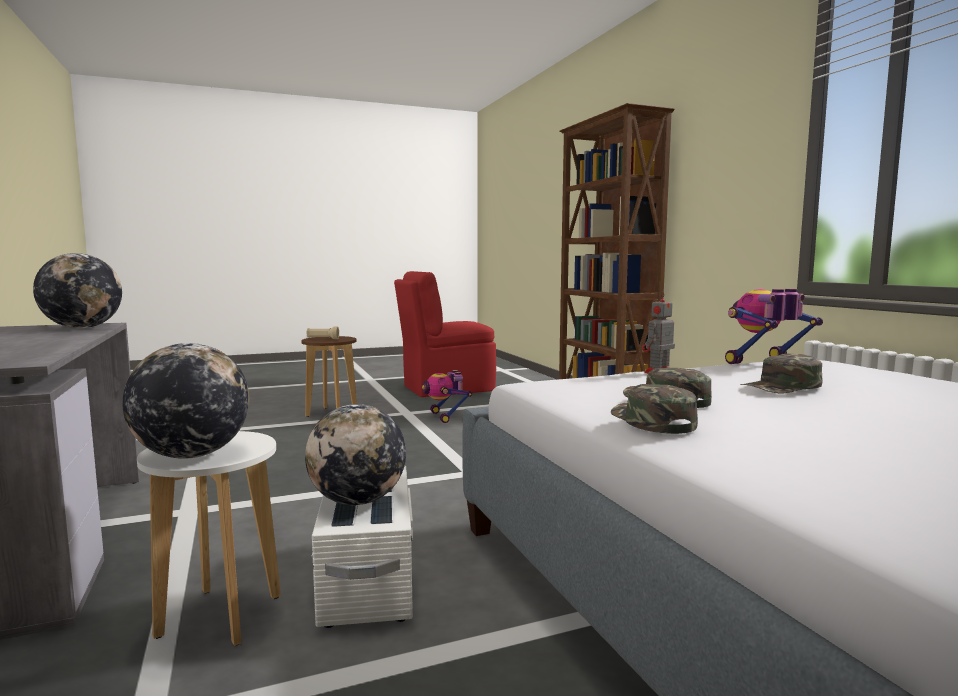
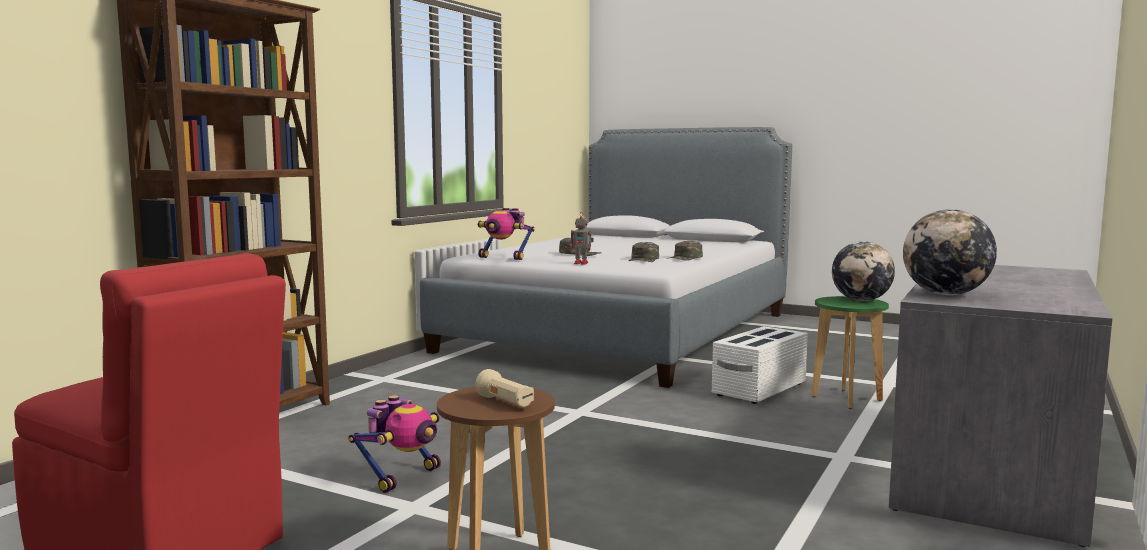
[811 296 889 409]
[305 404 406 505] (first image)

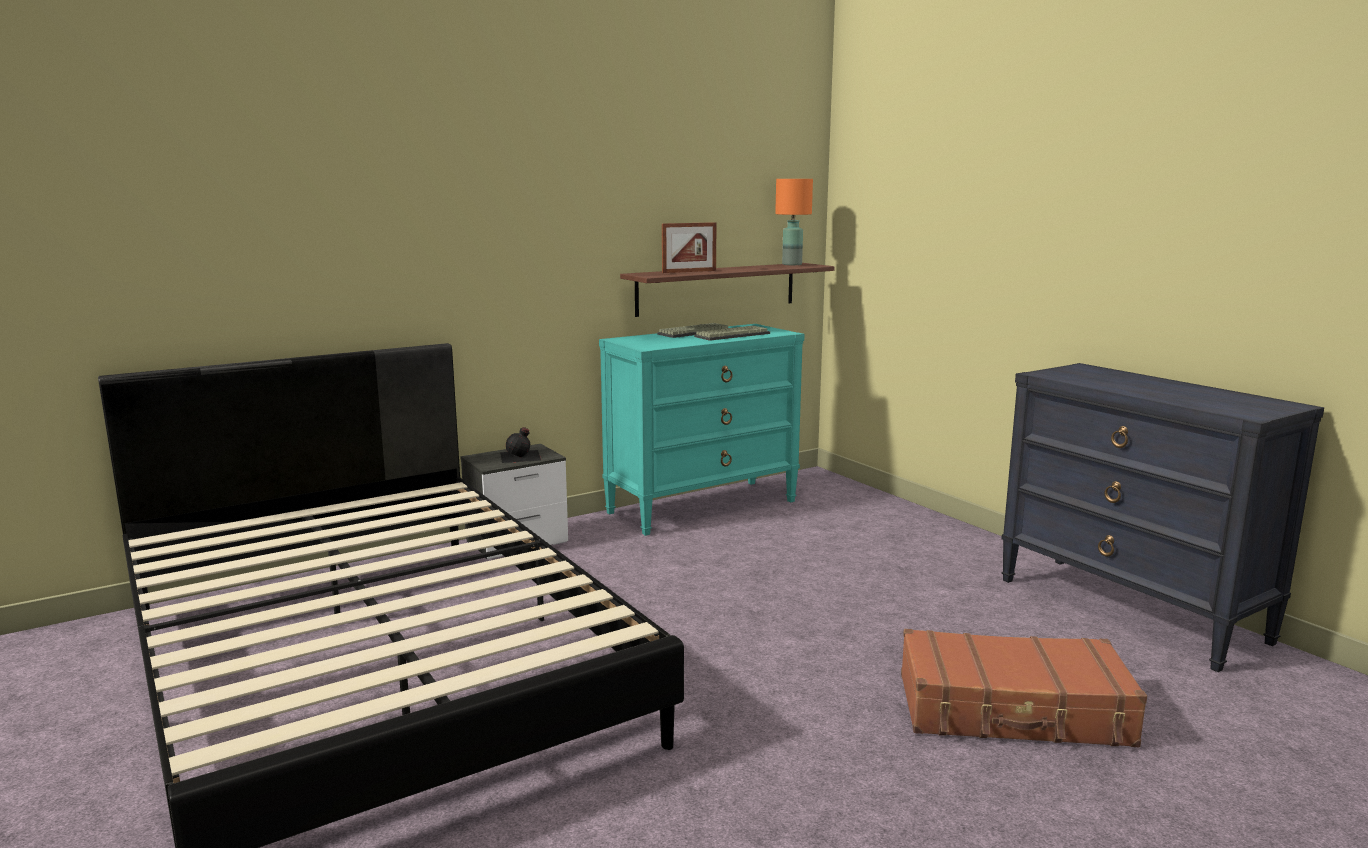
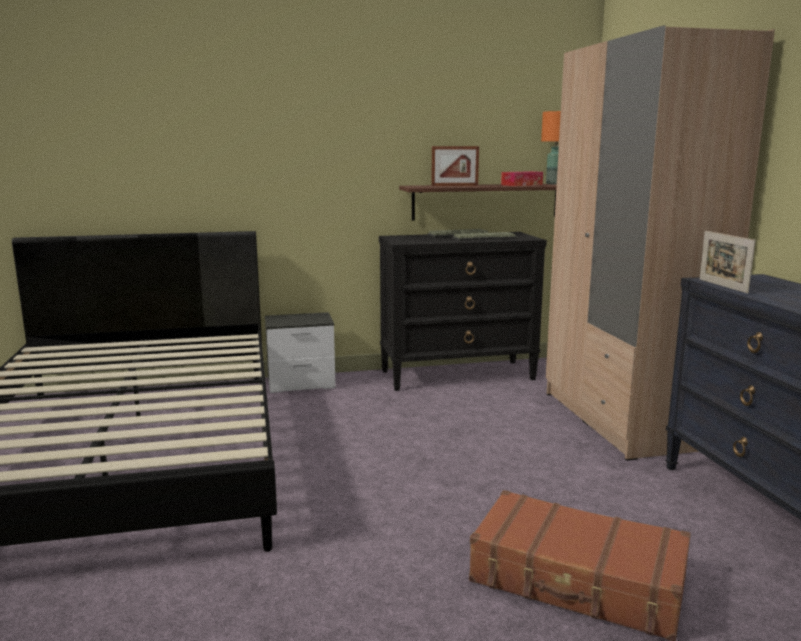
[379 232 547 391]
[501 171 543 186]
[546 25 775 461]
[699 231 756 294]
[500 427 541 463] (first image)

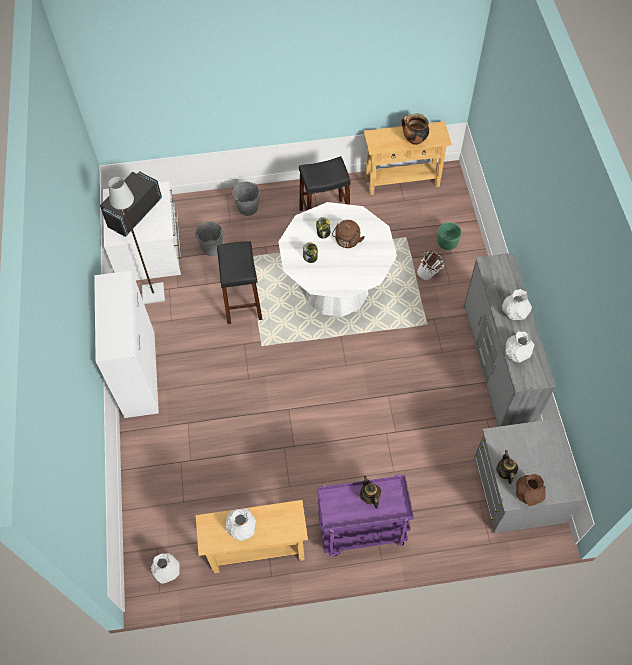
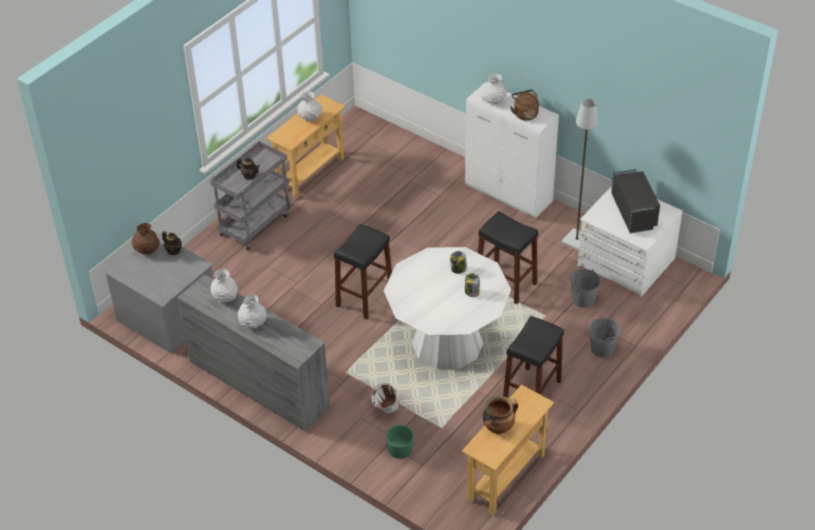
[210 141 292 250]
[334 224 392 320]
[481 73 507 104]
[510 90 539 120]

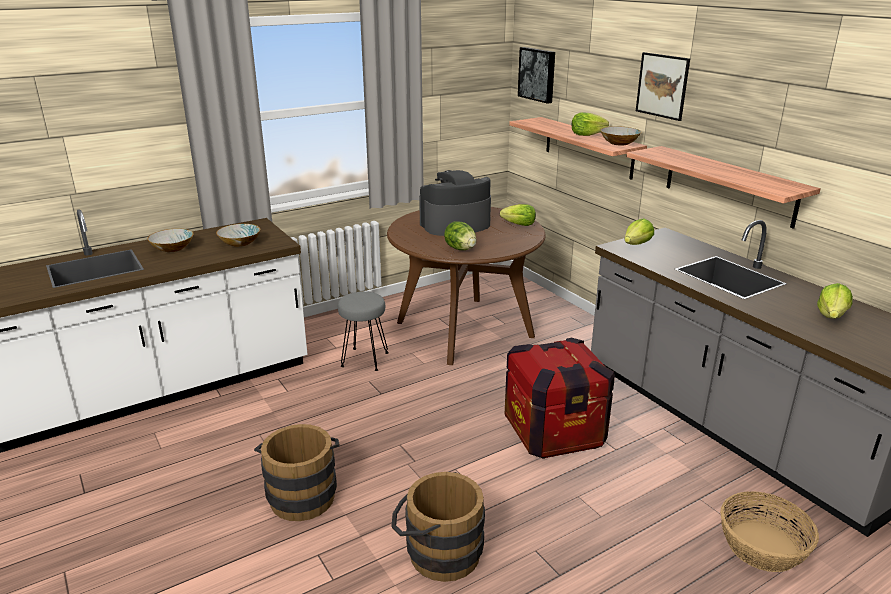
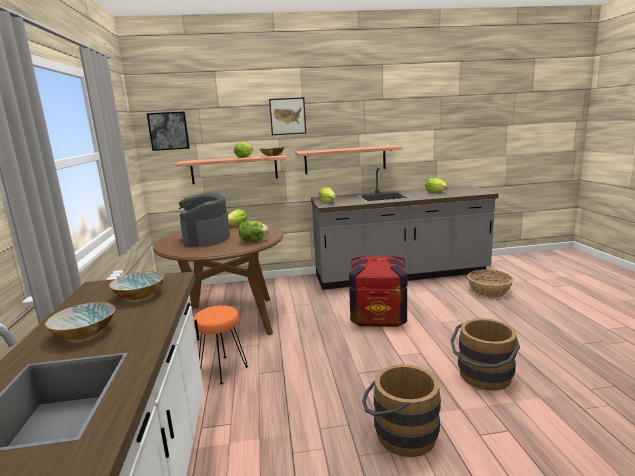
[193 305 248 384]

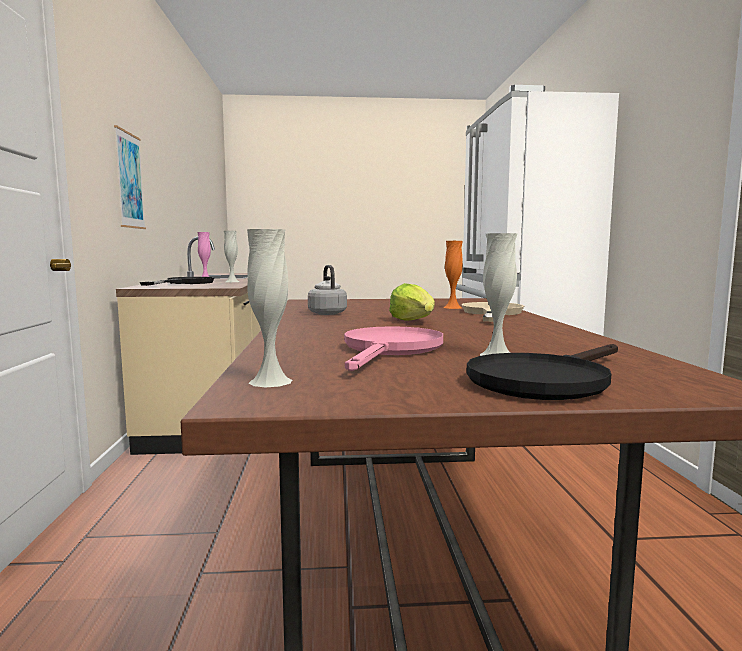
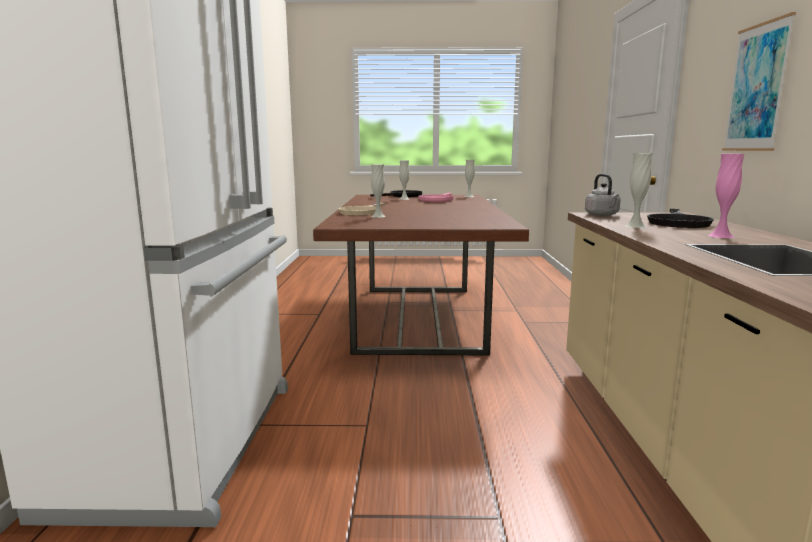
[371 164 385 218]
[585 174 621 216]
[389 283 435 321] (first image)

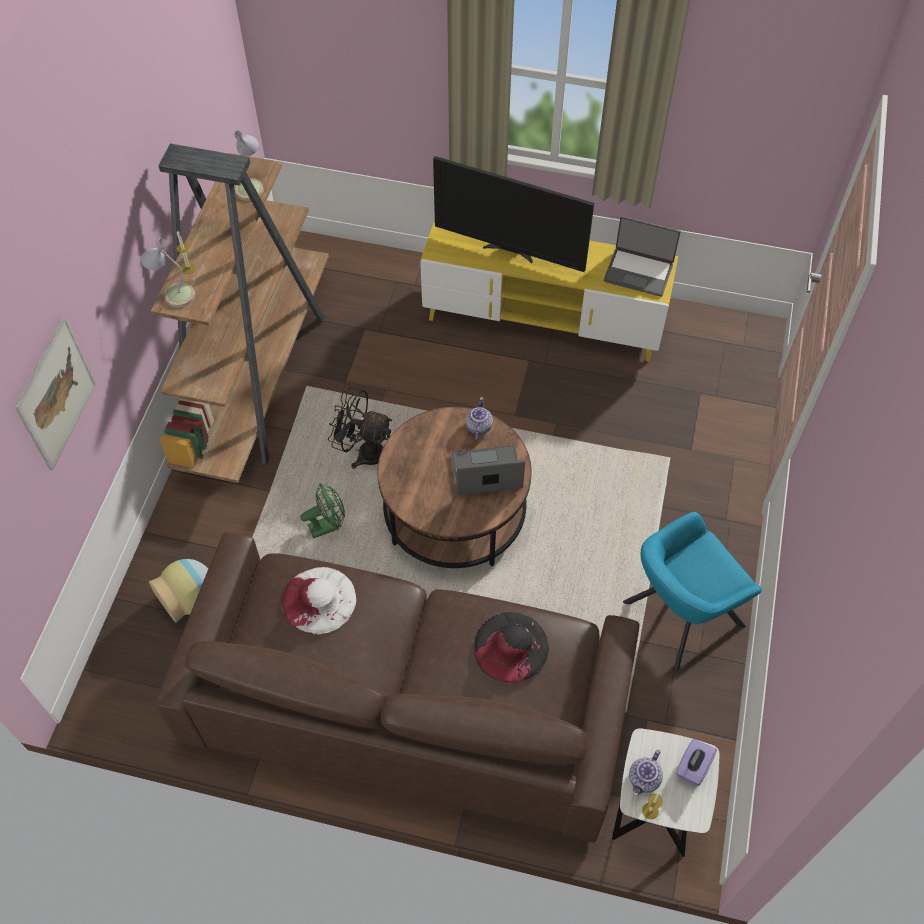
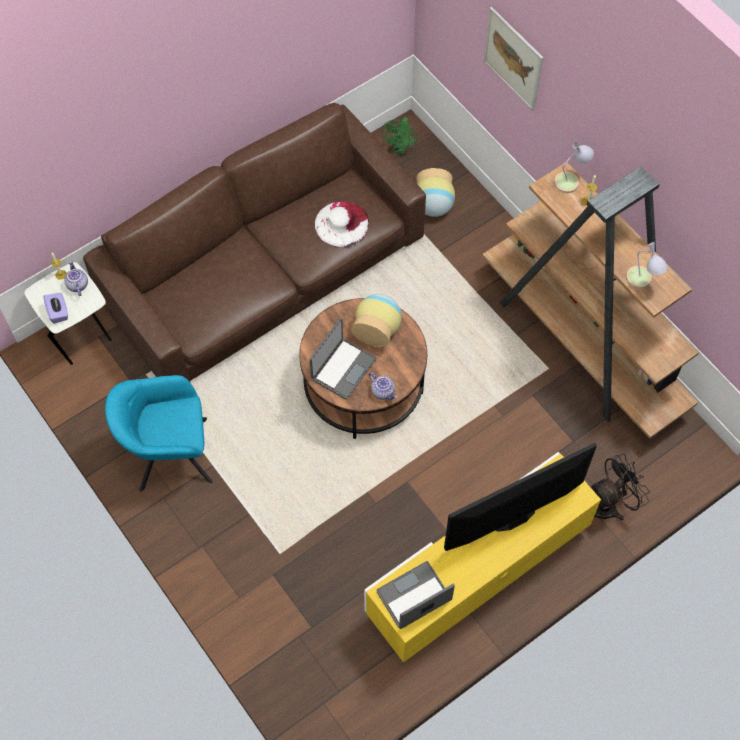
[105 375 213 492]
[351 294 401 347]
[382 117 417 154]
[590 454 650 520]
[474 612 549 683] (first image)

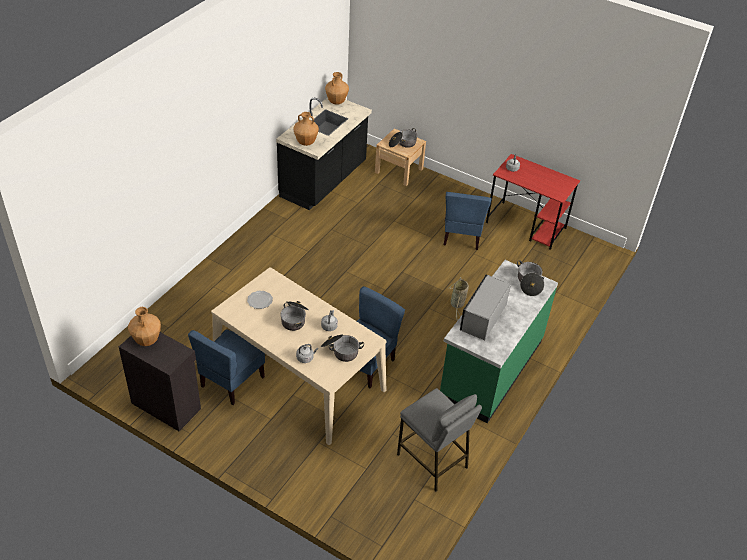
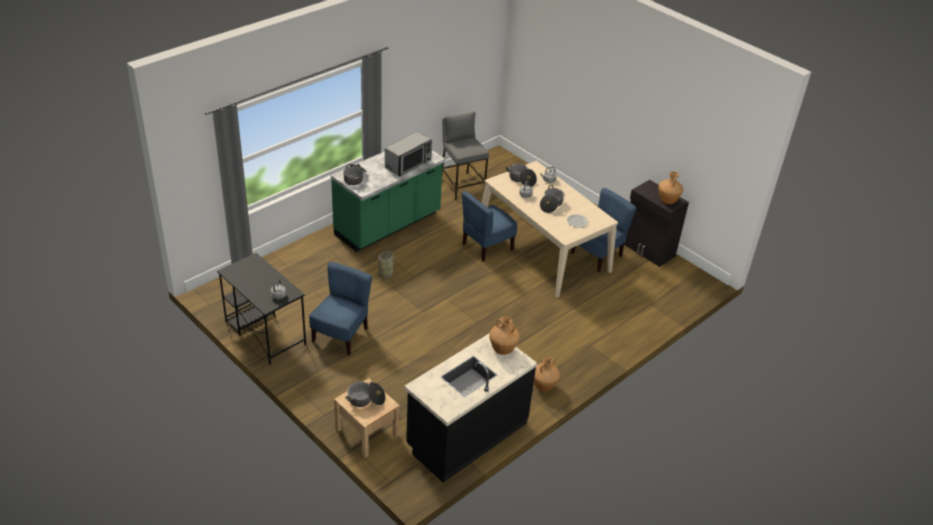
[217 253 306 365]
[534 357 560 392]

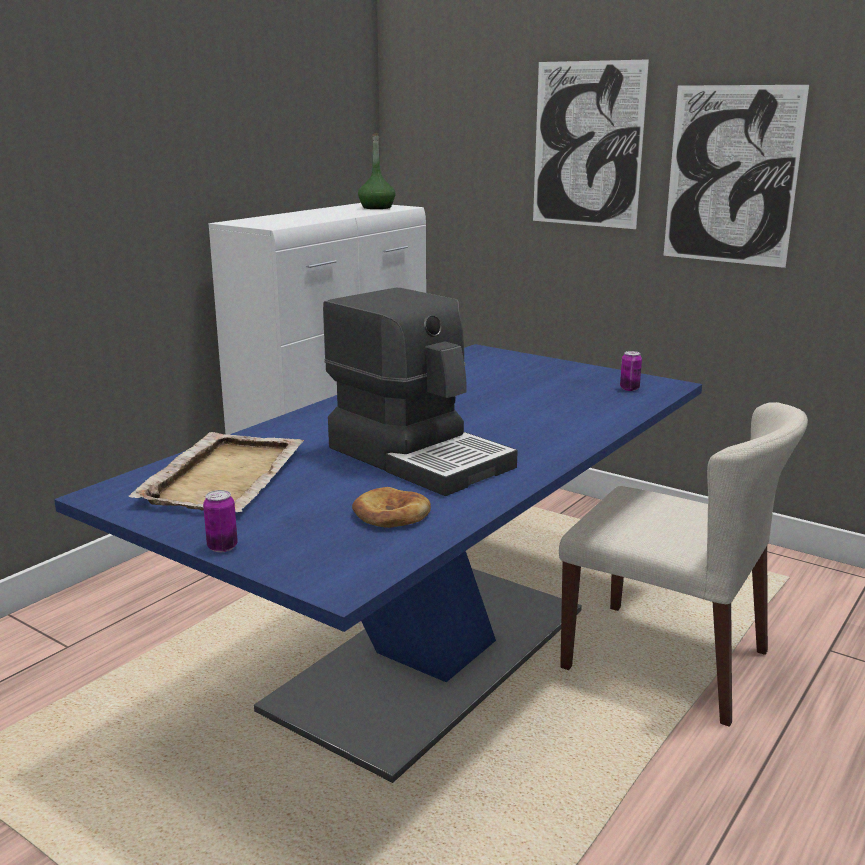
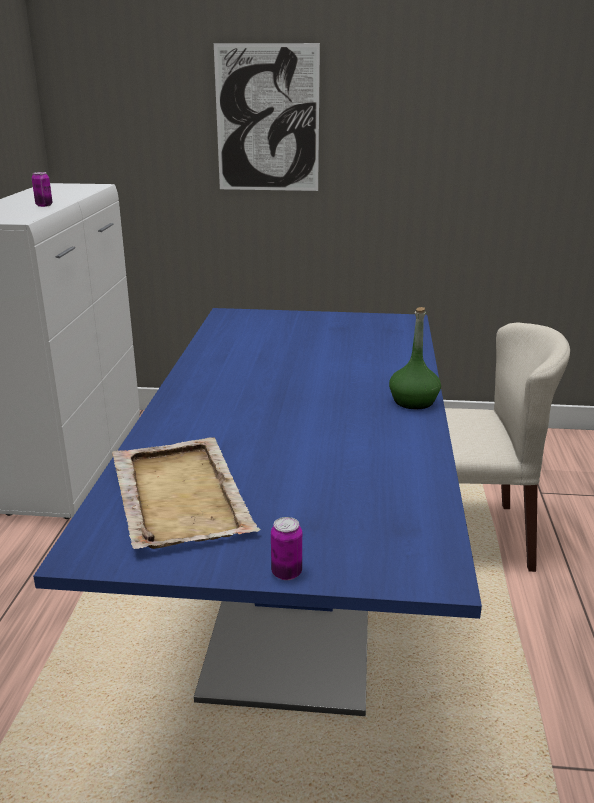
[32 172 53 207]
[389 307 441 409]
[323 287 518 496] (first image)
[352 487 431 528] (first image)
[663 85 809 268] (first image)

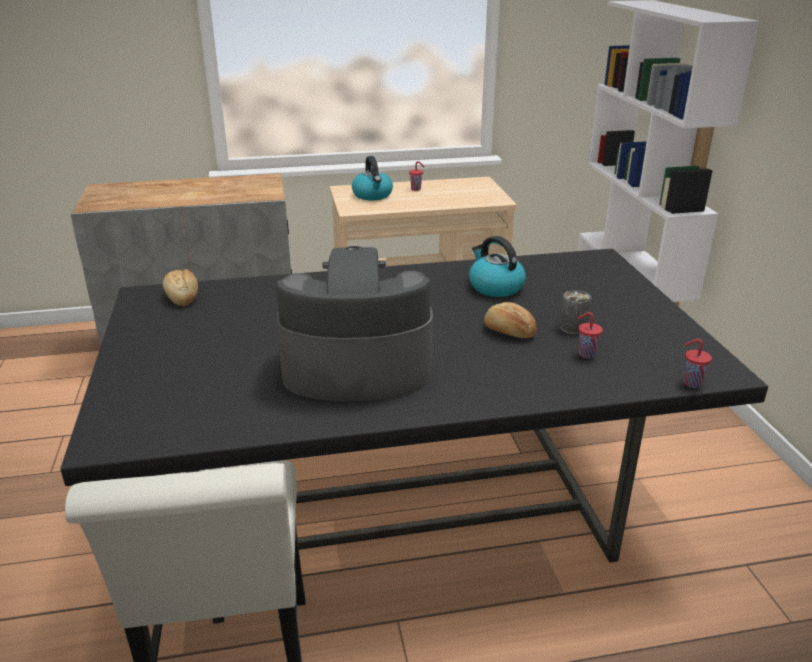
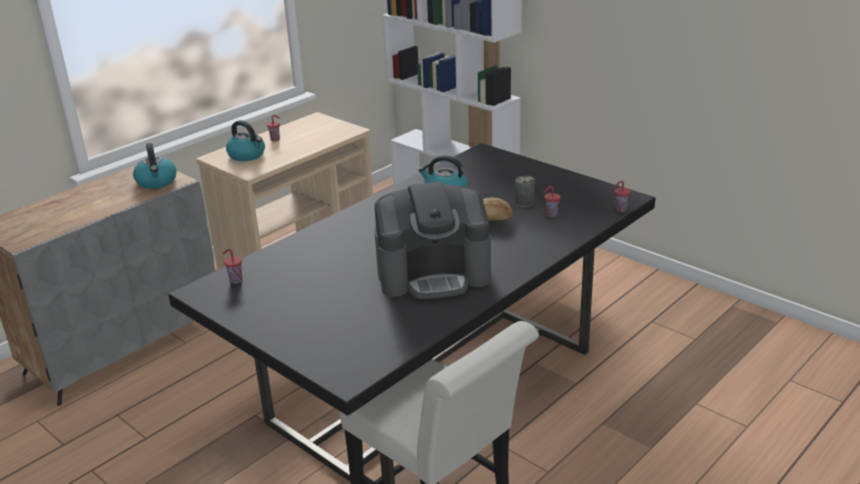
[133 143 177 189]
[223 249 242 284]
[374 182 491 299]

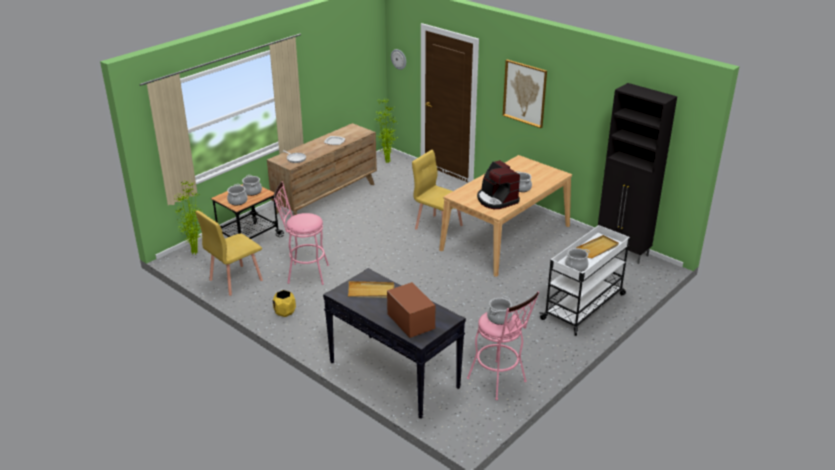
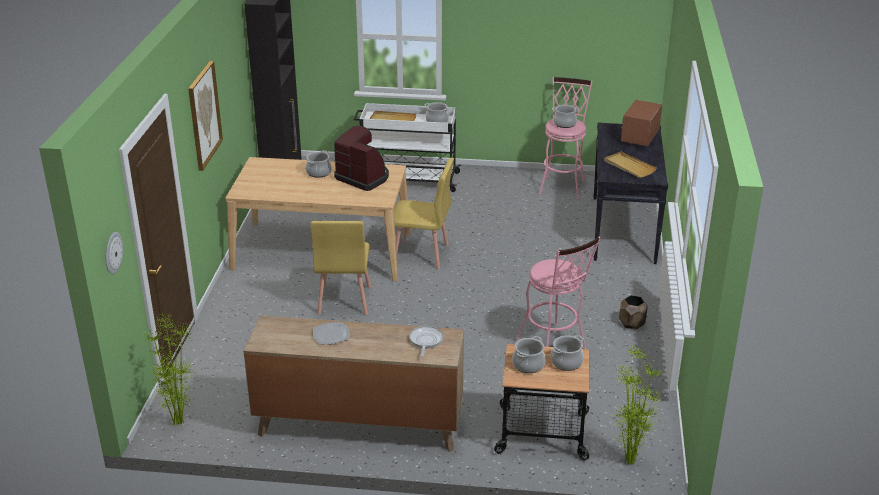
[334 126 389 191]
[394 158 454 269]
[619 295 648 330]

